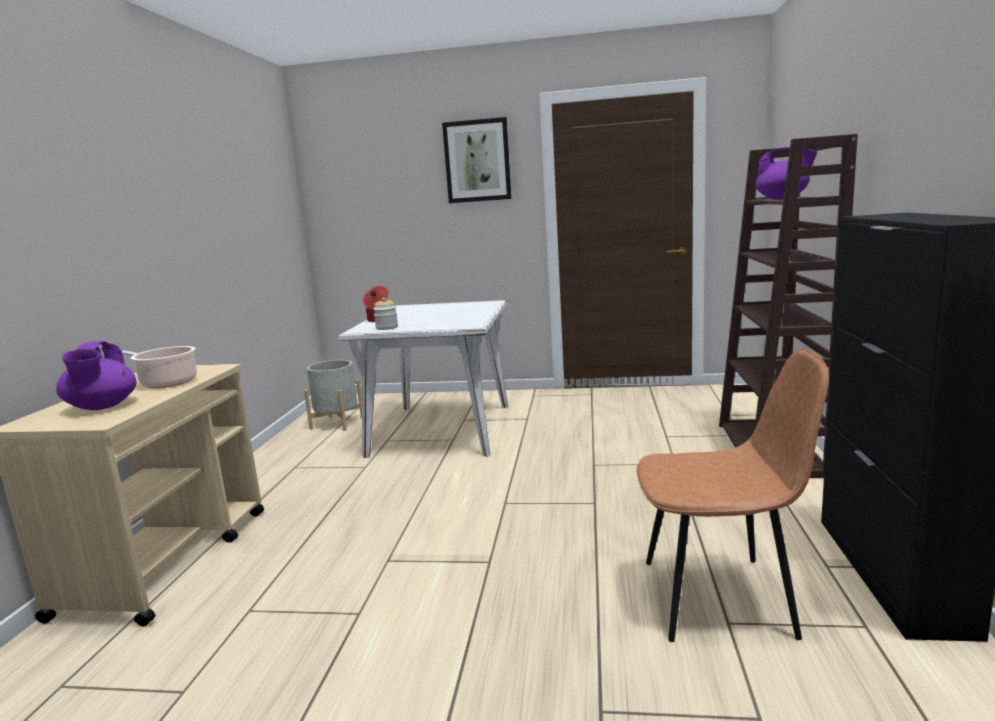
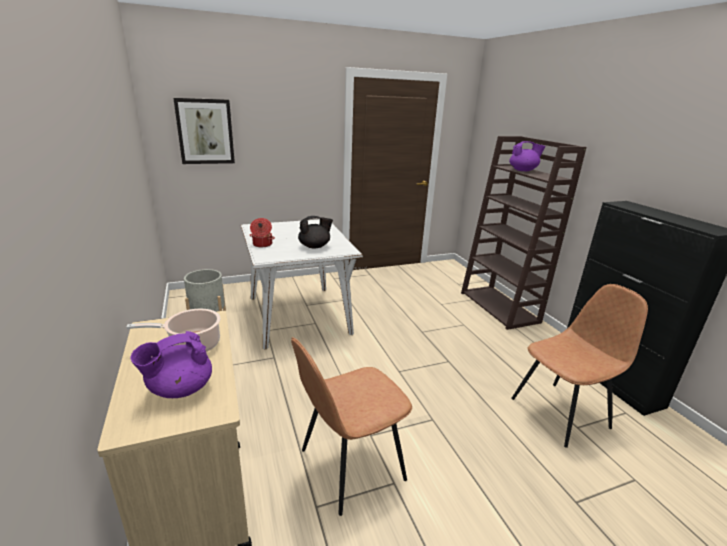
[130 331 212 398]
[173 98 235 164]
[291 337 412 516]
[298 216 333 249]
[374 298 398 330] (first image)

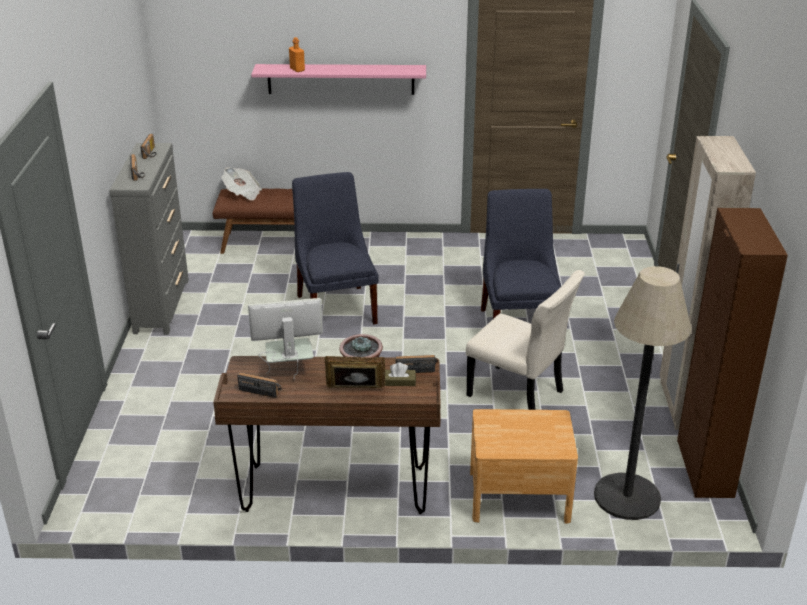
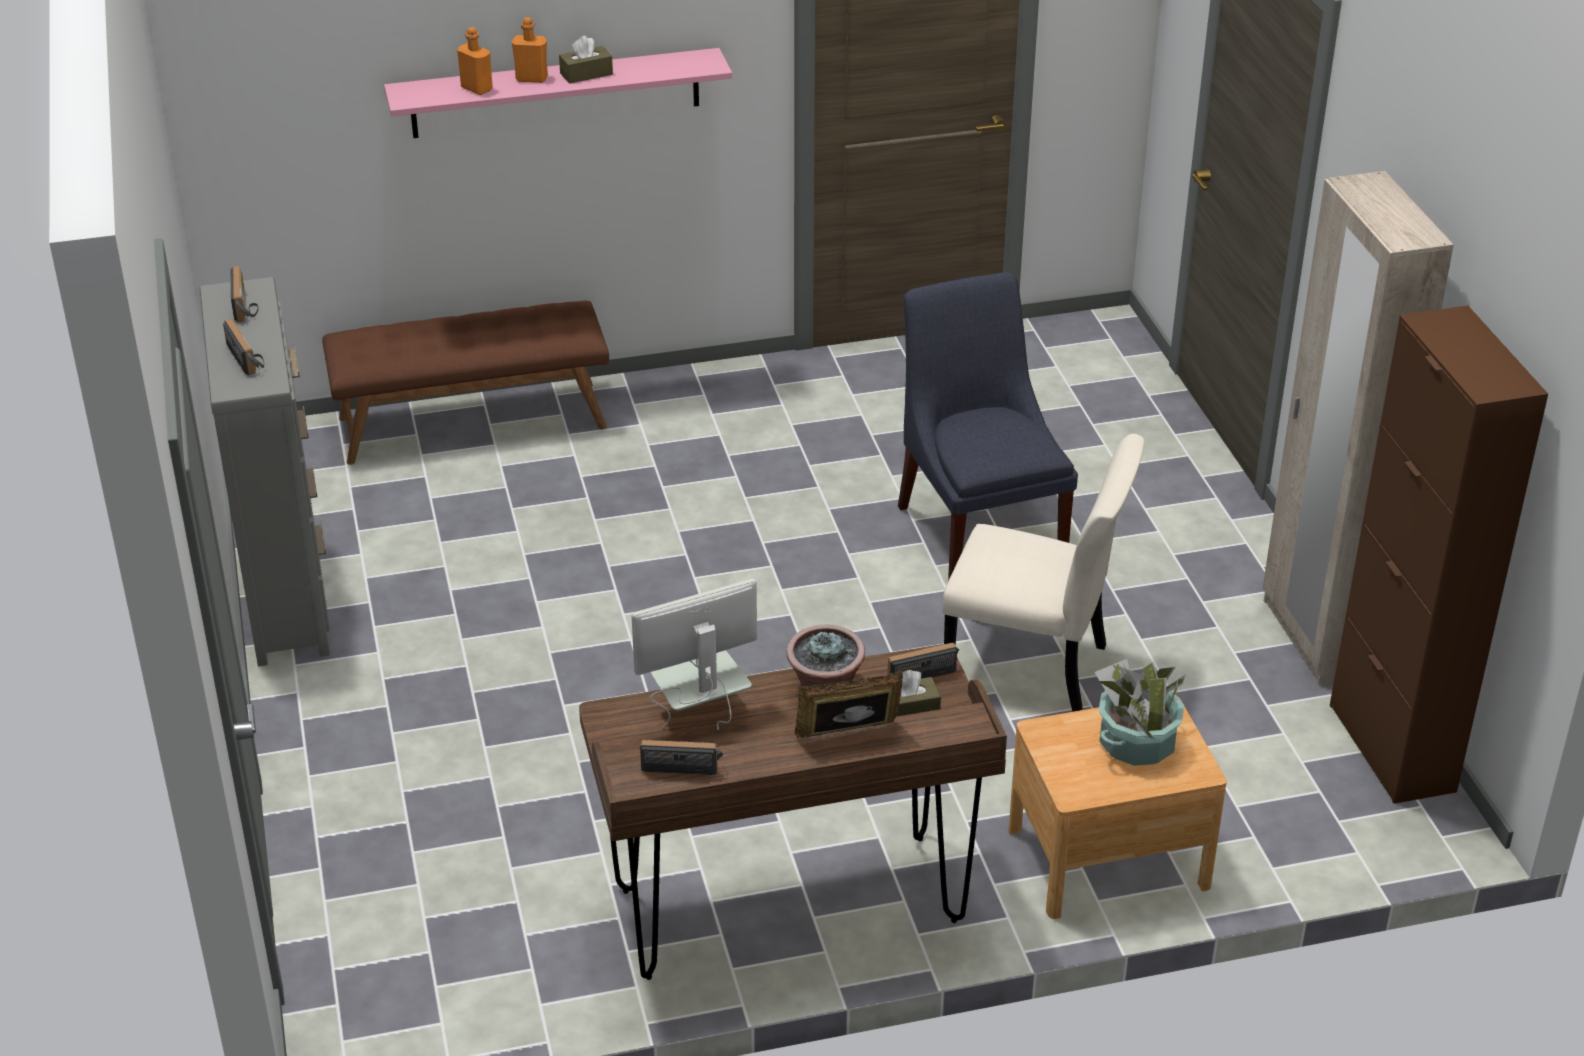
[512 17 548 83]
[559 36 613 84]
[1094 659 1186 766]
[221 167 262 200] (first image)
[292 172 379 324] (first image)
[594 266 691 520] (first image)

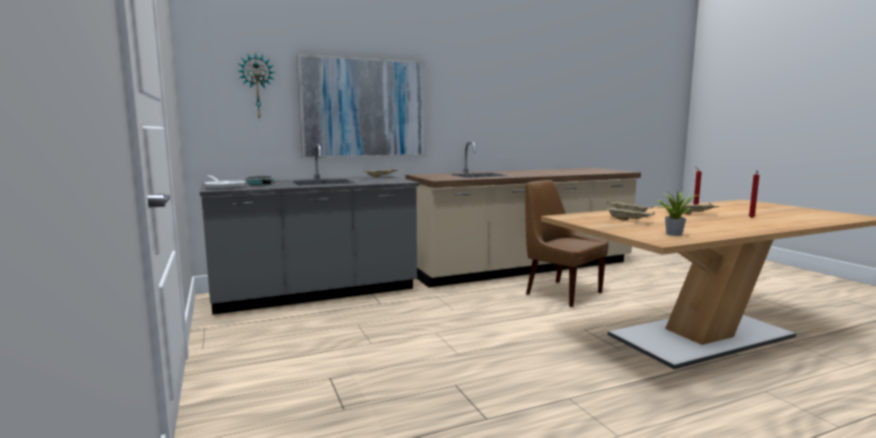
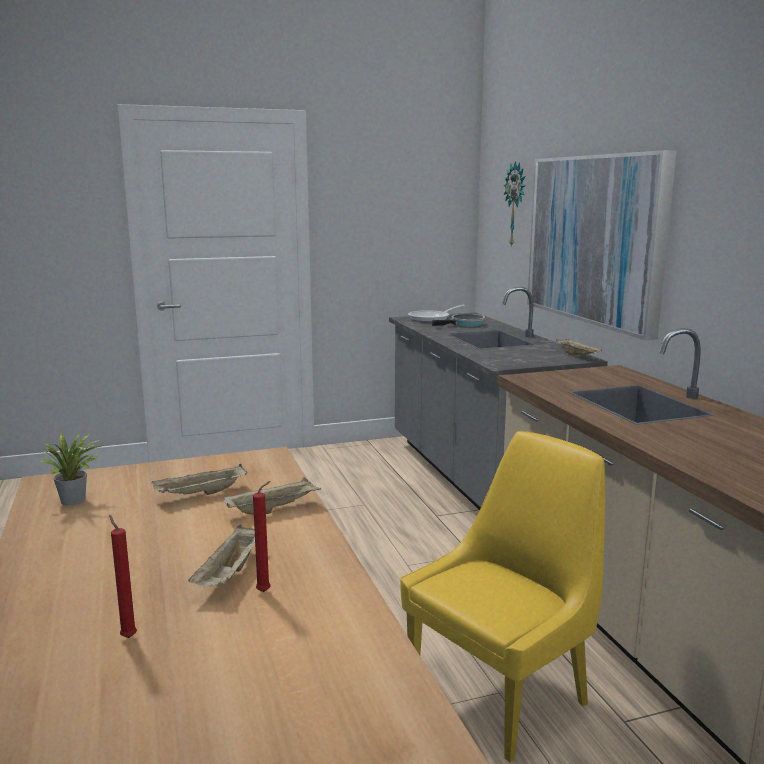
[400 431 605 763]

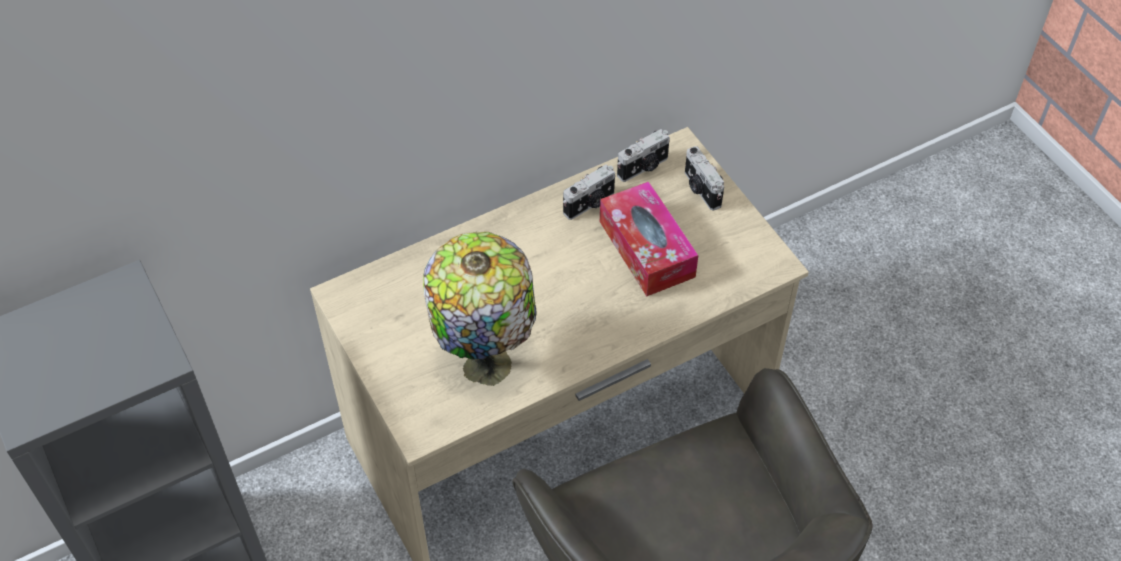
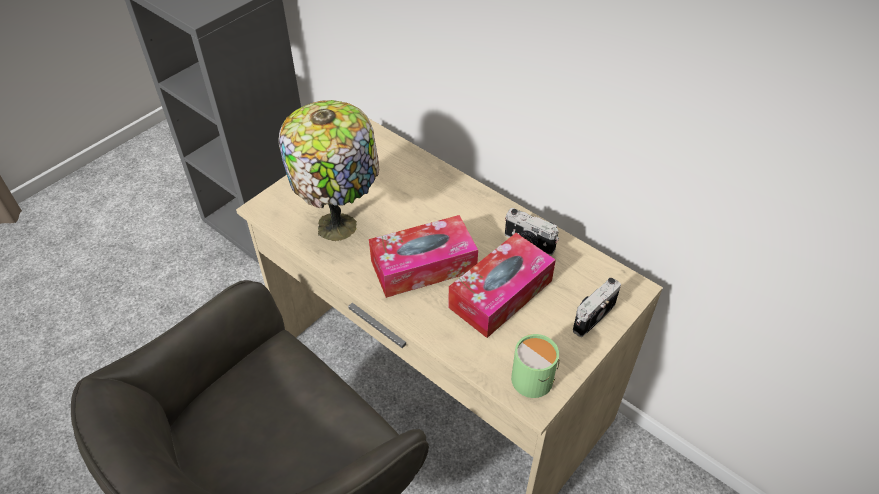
[369 215 478 298]
[511 334 560 398]
[617 129 670 182] (first image)

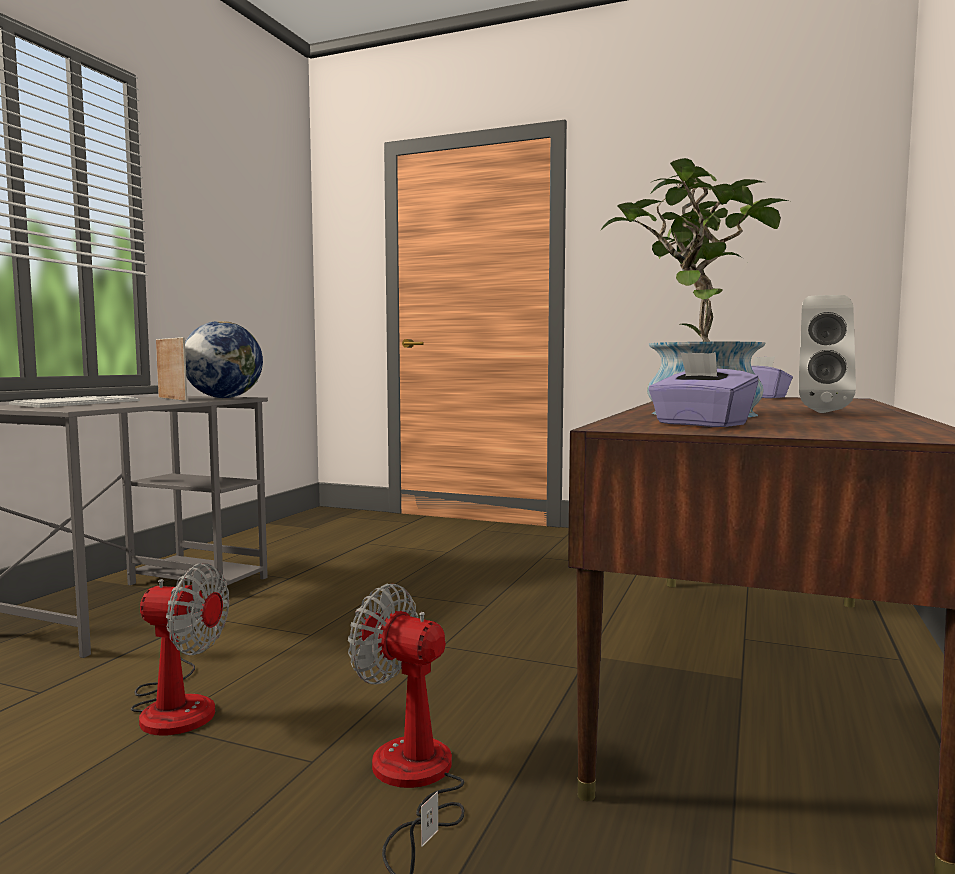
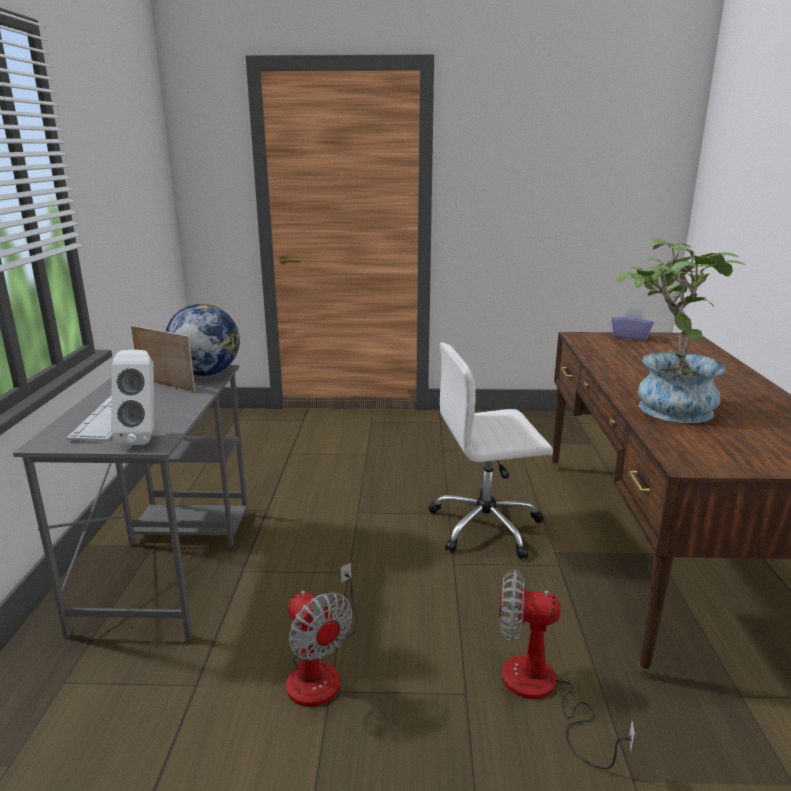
[111 350 154 445]
[286 563 359 707]
[429 342 553 559]
[649 352 759 427] (first image)

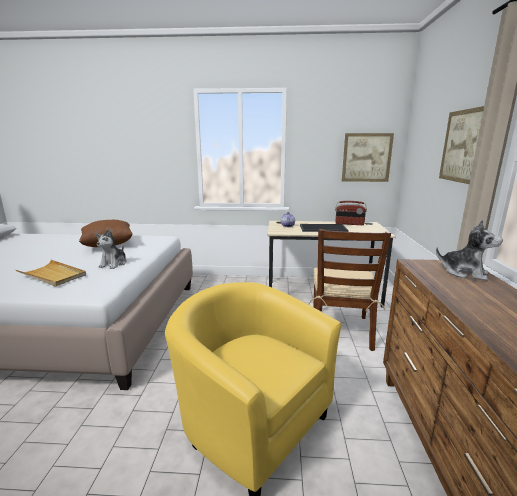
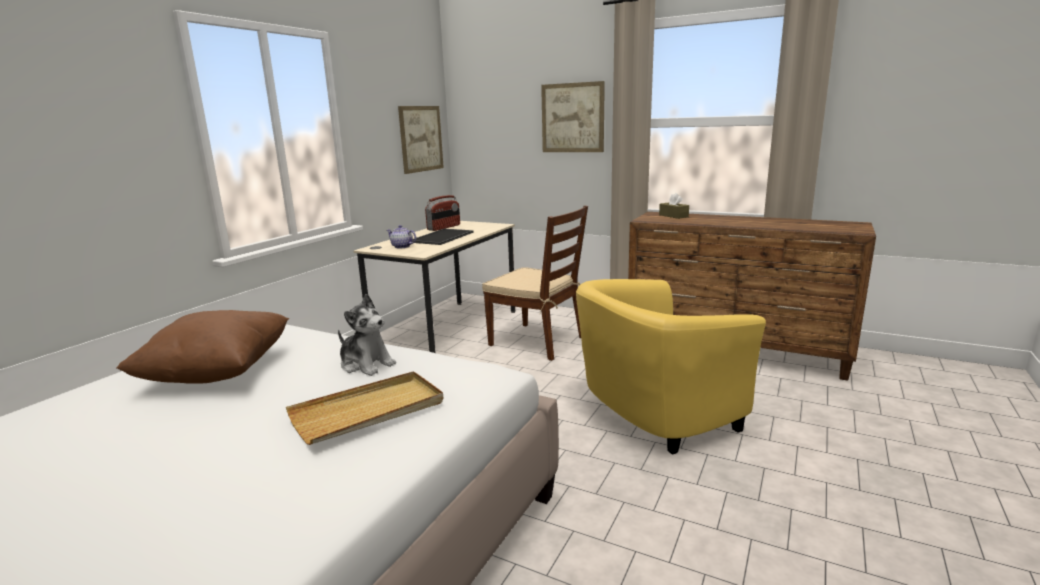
[659 193 689 219]

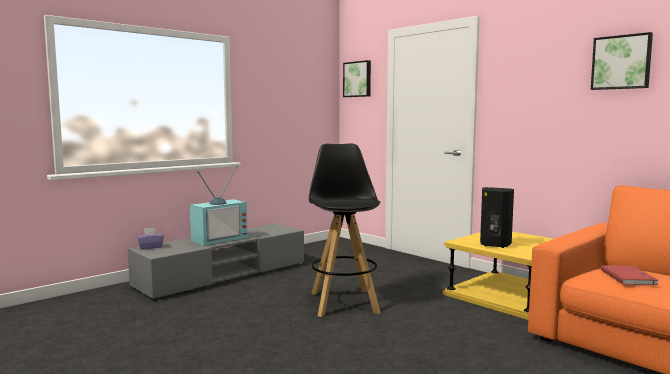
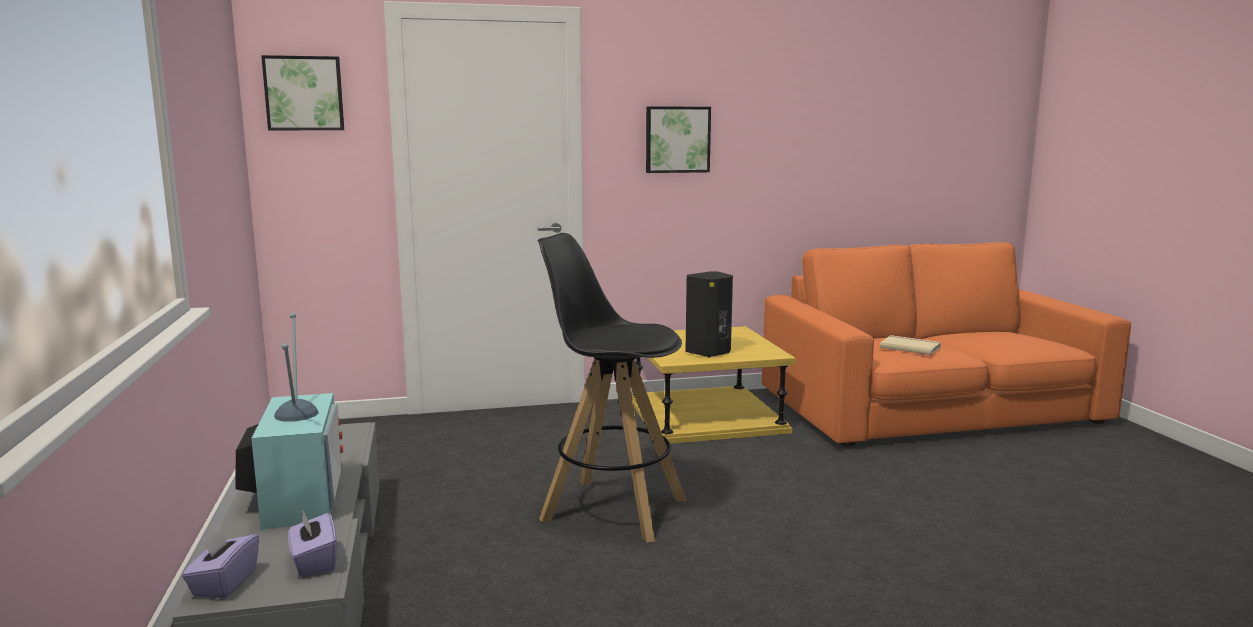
[288 511 337 577]
[646 106 711 173]
[880 335 941 355]

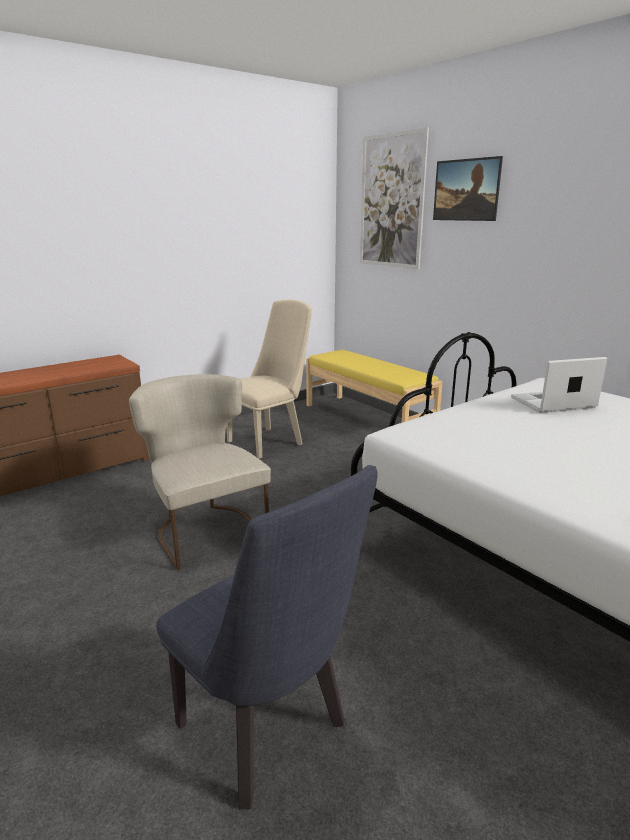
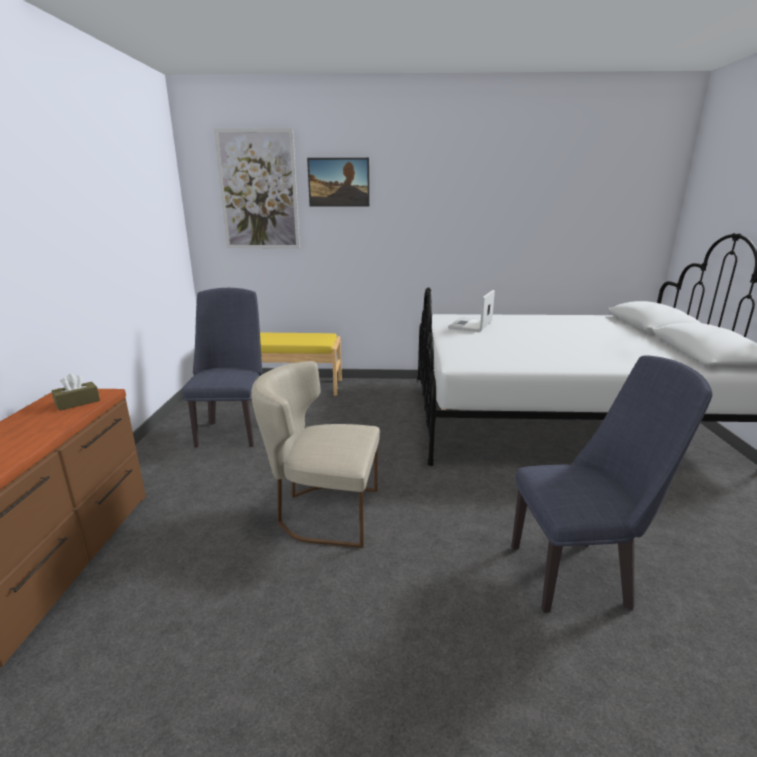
[52 373 100 411]
[182 288 262 447]

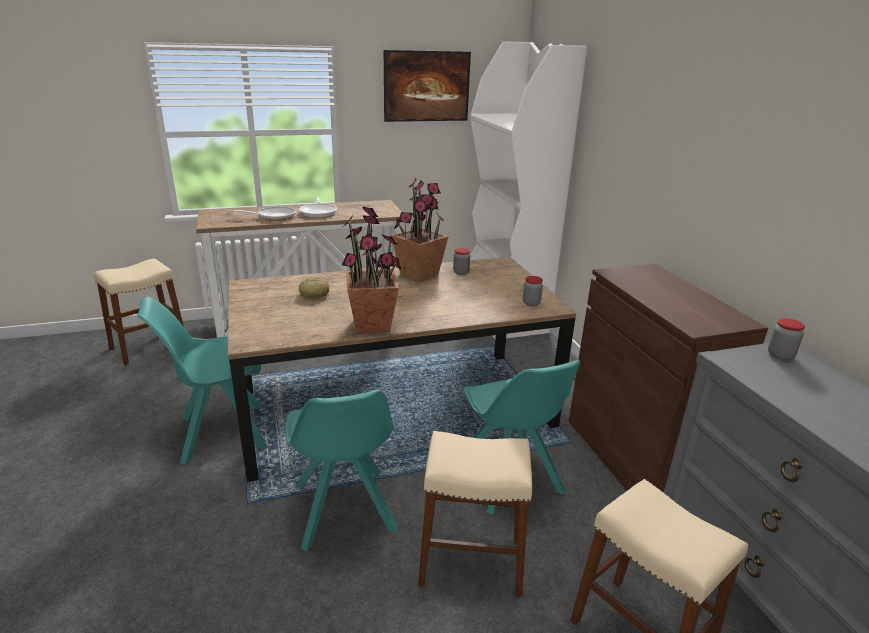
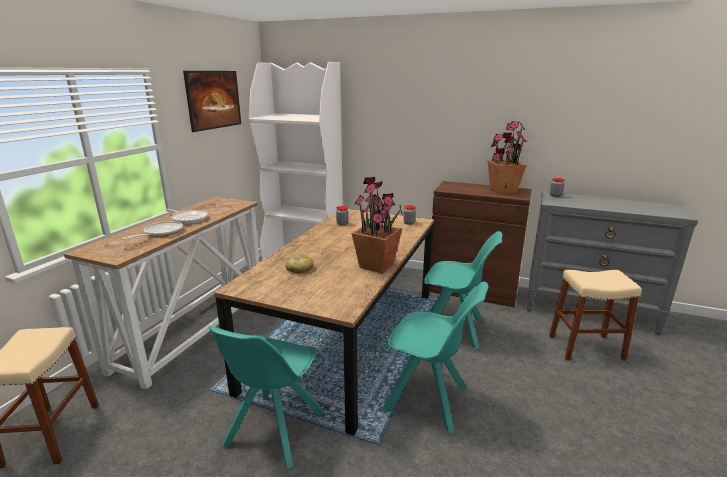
[488 121 527 194]
[418 431 532 597] (first image)

